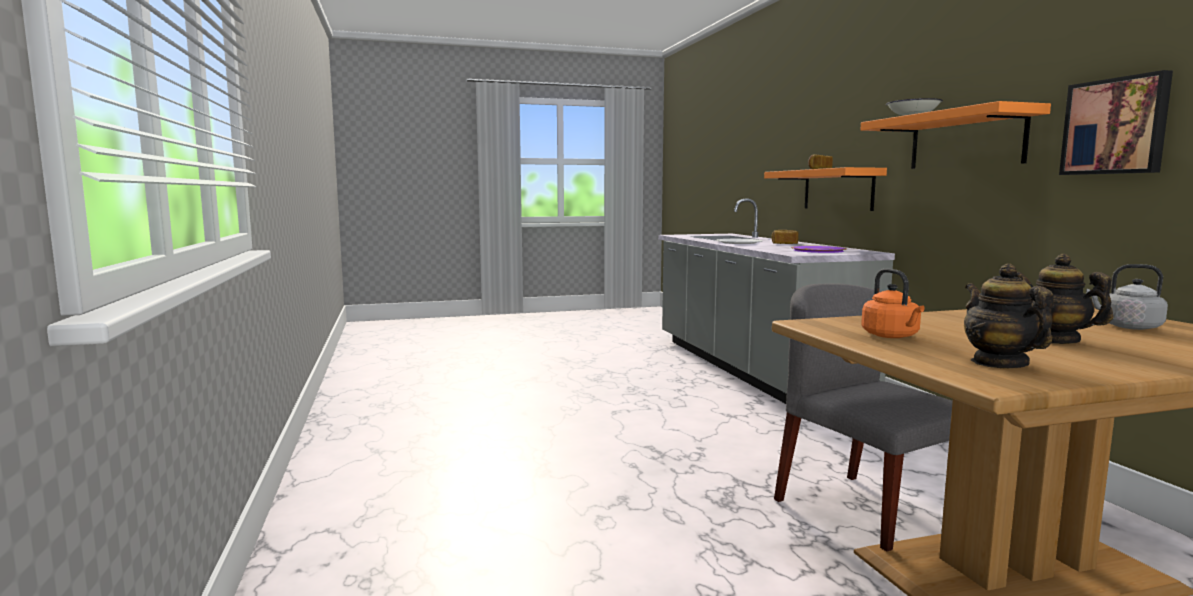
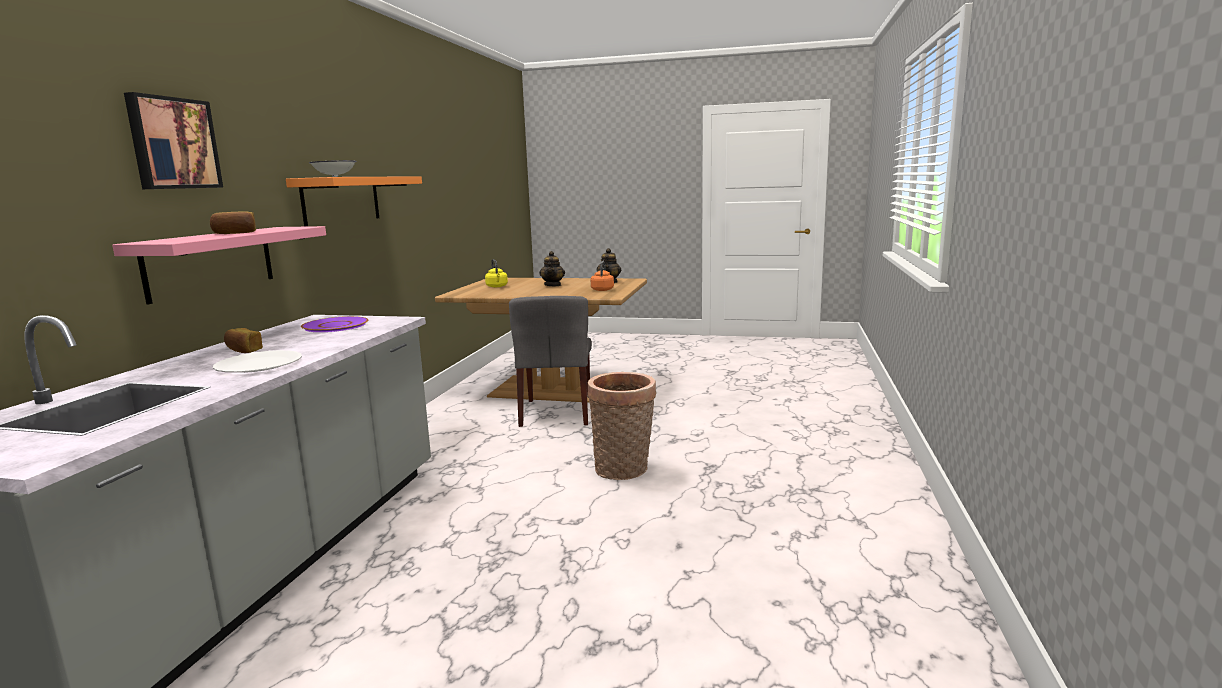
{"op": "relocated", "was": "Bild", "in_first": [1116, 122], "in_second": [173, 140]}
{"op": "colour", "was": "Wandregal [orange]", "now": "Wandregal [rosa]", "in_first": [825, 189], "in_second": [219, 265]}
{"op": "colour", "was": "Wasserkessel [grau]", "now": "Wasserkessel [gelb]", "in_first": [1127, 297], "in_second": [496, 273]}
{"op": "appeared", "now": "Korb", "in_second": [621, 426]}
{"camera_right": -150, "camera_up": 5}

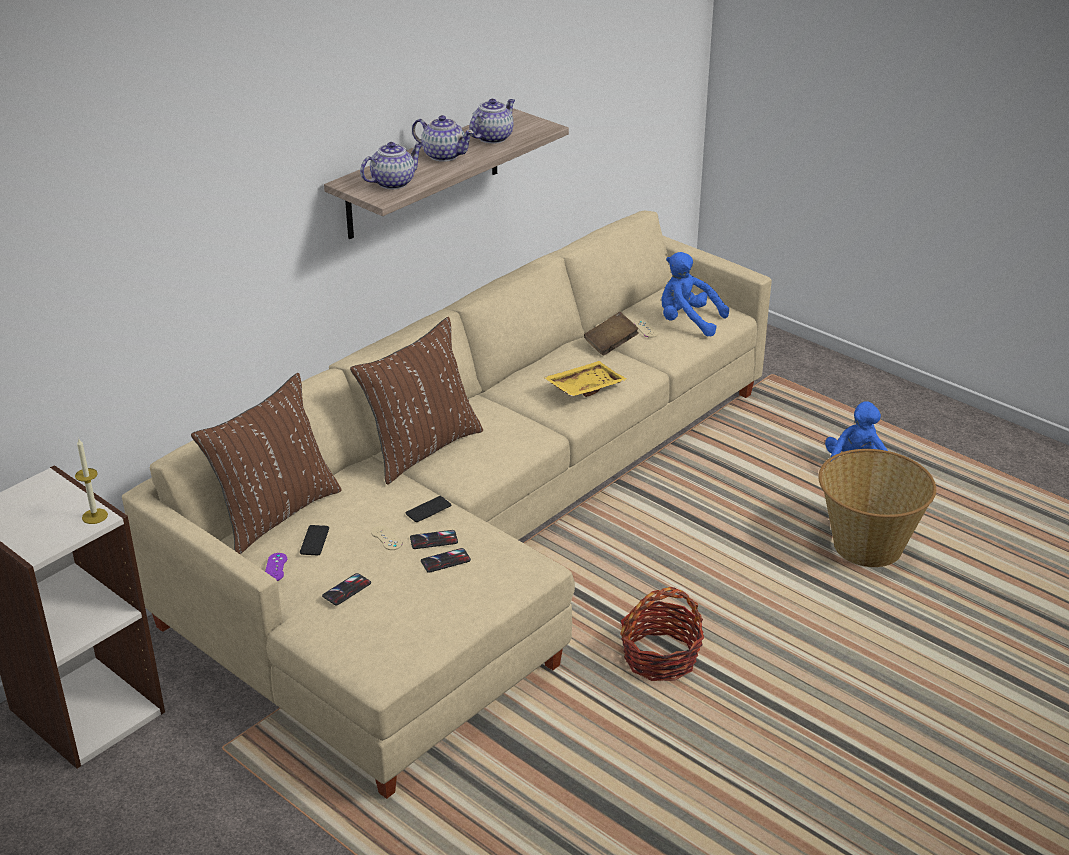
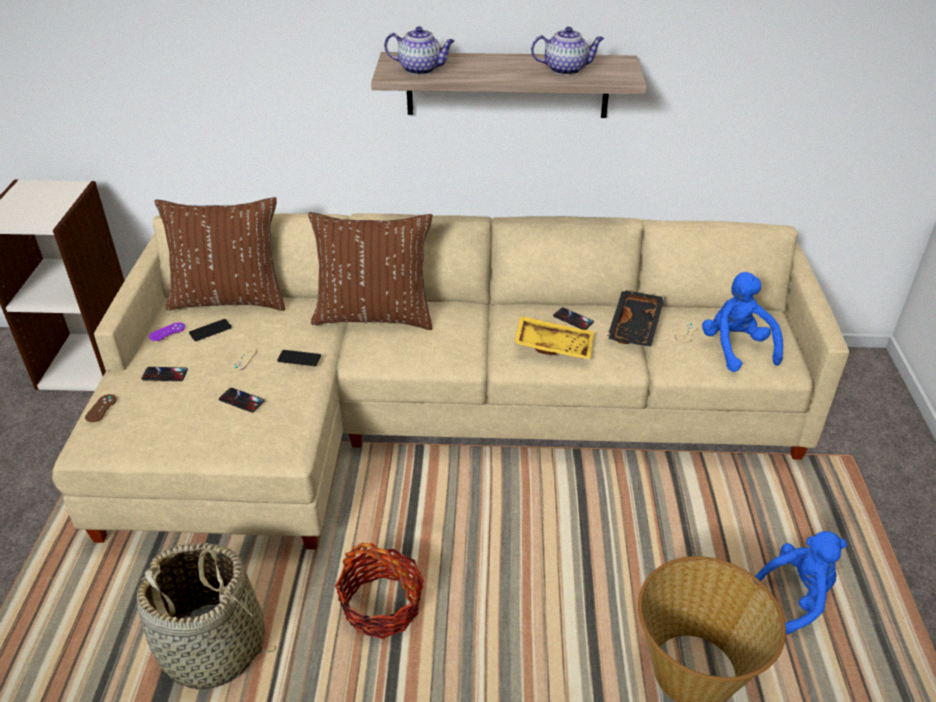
{"op": "missing", "was": "Teekanne", "in_first": [443, 138]}
{"op": "exchanged", "was": "Buch [braun]", "now": "Tablett [schwarz]", "in_first": [611, 334], "in_second": [636, 318]}
{"op": "missing", "was": "Kerze", "in_first": [91, 481]}
{"op": "relocated", "was": "Handy", "in_first": [434, 539], "in_second": [573, 319]}
{"op": "appeared", "now": "Gamepad [braun]", "in_second": [101, 408]}
{"op": "appeared", "now": "Korb", "in_second": [206, 616]}
{"camera_right": 50, "camera_up": 5}

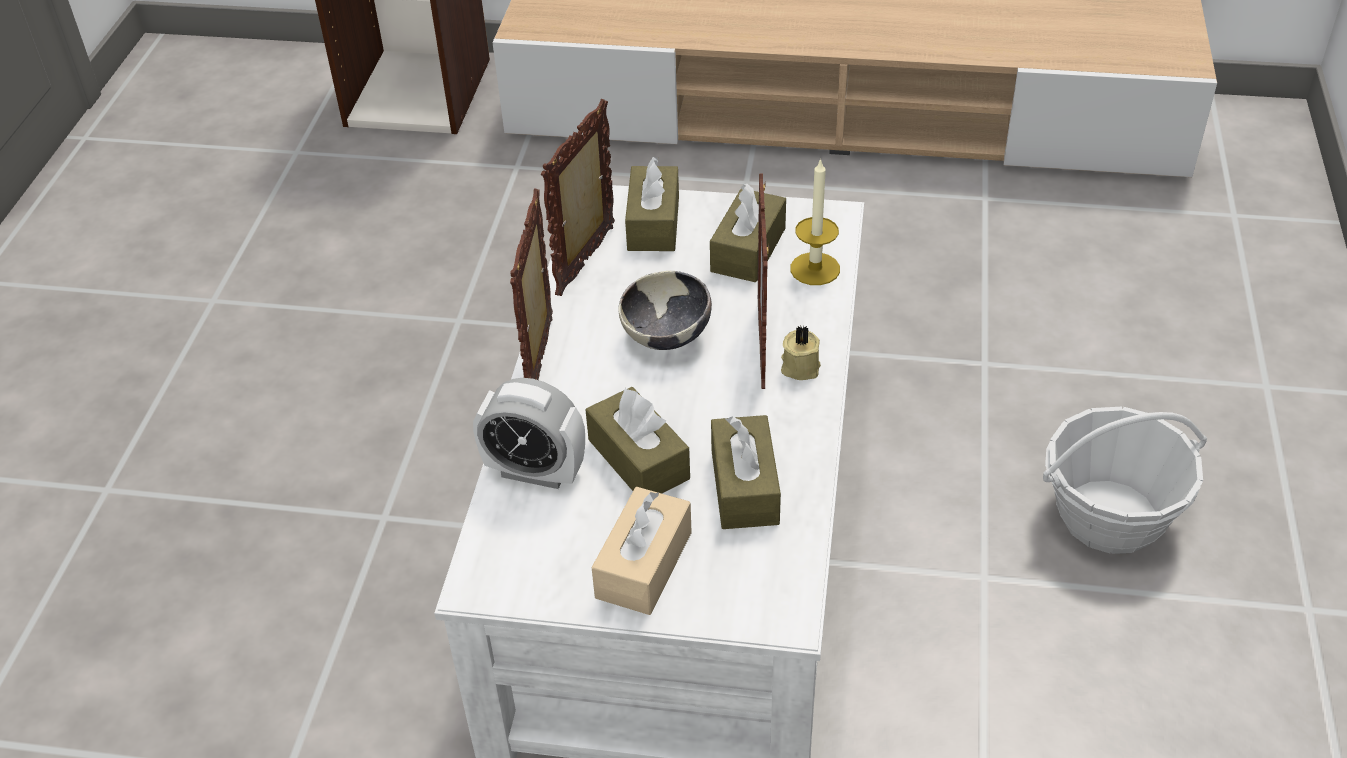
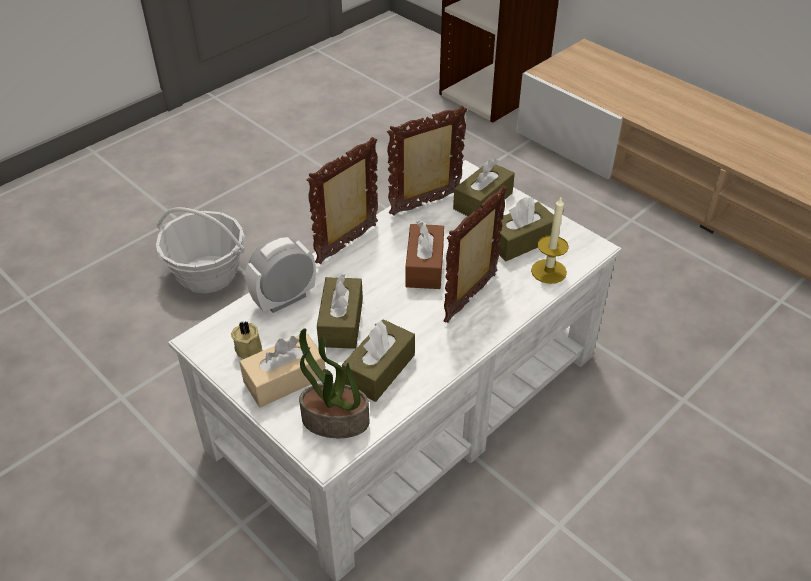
{"op": "exchanged", "was": "Schüssel", "now": "Taschentuchbox [braun]", "in_first": [665, 310], "in_second": [424, 255]}
{"op": "relocated", "was": "Kerze [beige]", "in_first": [801, 353], "in_second": [247, 340]}
{"op": "spun", "was": "Wecker", "in_first": [529, 433], "in_second": [280, 275], "clockwise": 90}
{"op": "relocated", "was": "Korb", "in_first": [1125, 480], "in_second": [200, 250]}
{"op": "appeared", "now": "Topfpflanze", "in_second": [334, 383]}
{"camera_right": 35, "camera_up": 0}

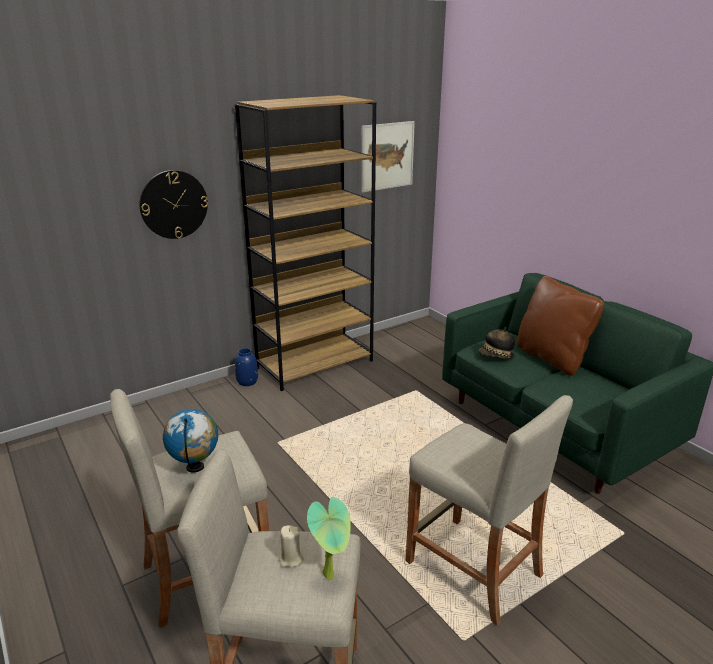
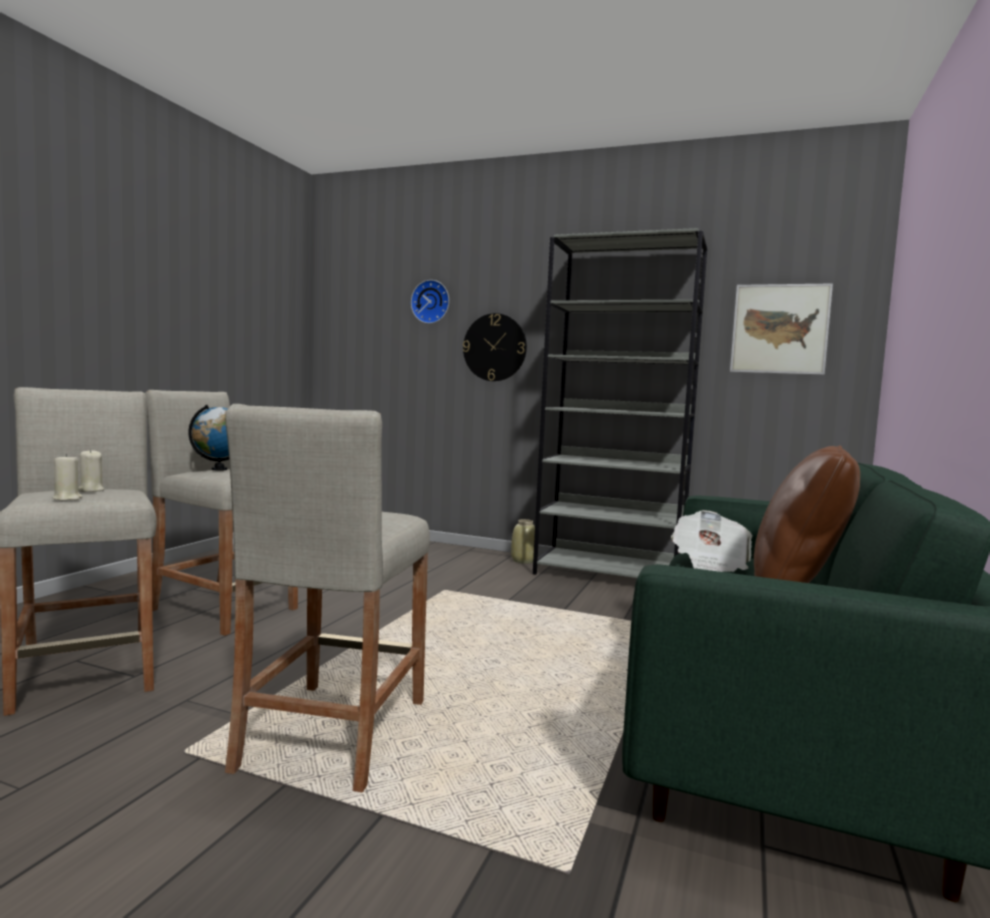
{"op": "colour", "was": "Bücherregal [braun]", "now": "Bücherregal [grau]", "in_first": [305, 243], "in_second": [620, 403]}
{"op": "exchanged", "was": "Hut", "now": "Zeitung", "in_first": [497, 343], "in_second": [711, 541]}
{"op": "colour", "was": "Vase [blau]", "now": "Vase [beige]", "in_first": [246, 367], "in_second": [523, 541]}
{"op": "exchanged", "was": "Topfpflanze", "now": "Kerze [beige]", "in_first": [329, 538], "in_second": [67, 477]}
{"op": "appeared", "now": "Wanduhr", "in_second": [430, 302]}
{"camera_right": 55, "camera_up": -20}

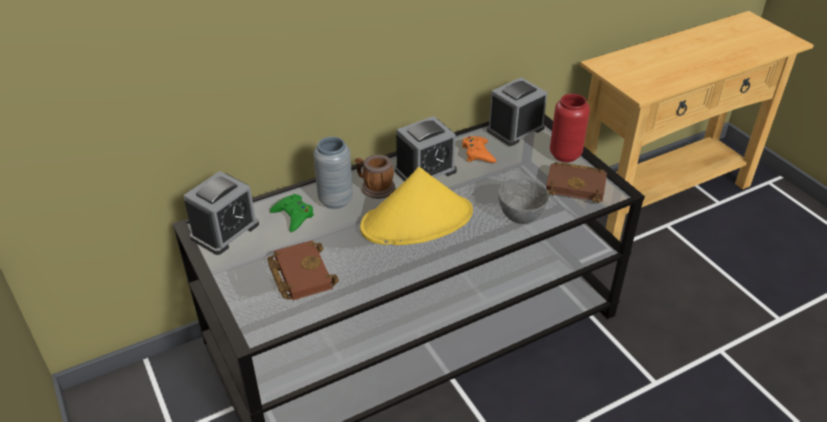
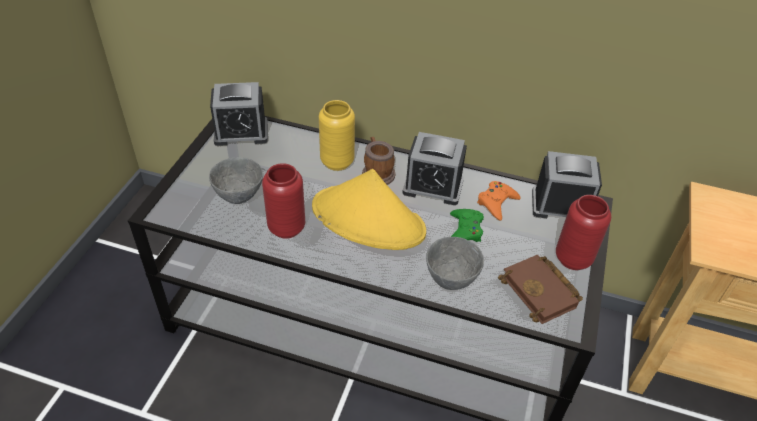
{"op": "colour", "was": "Vase [grau]", "now": "Vase [gelb]", "in_first": [333, 173], "in_second": [337, 135]}
{"op": "relocated", "was": "Gamepad [grün]", "in_first": [292, 213], "in_second": [467, 225]}
{"op": "exchanged", "was": "Buch [braun]", "now": "Schüssel [grau]", "in_first": [303, 270], "in_second": [236, 180]}
{"op": "appeared", "now": "Vase [rot]", "in_second": [283, 201]}
{"camera_right": 45, "camera_up": 5}

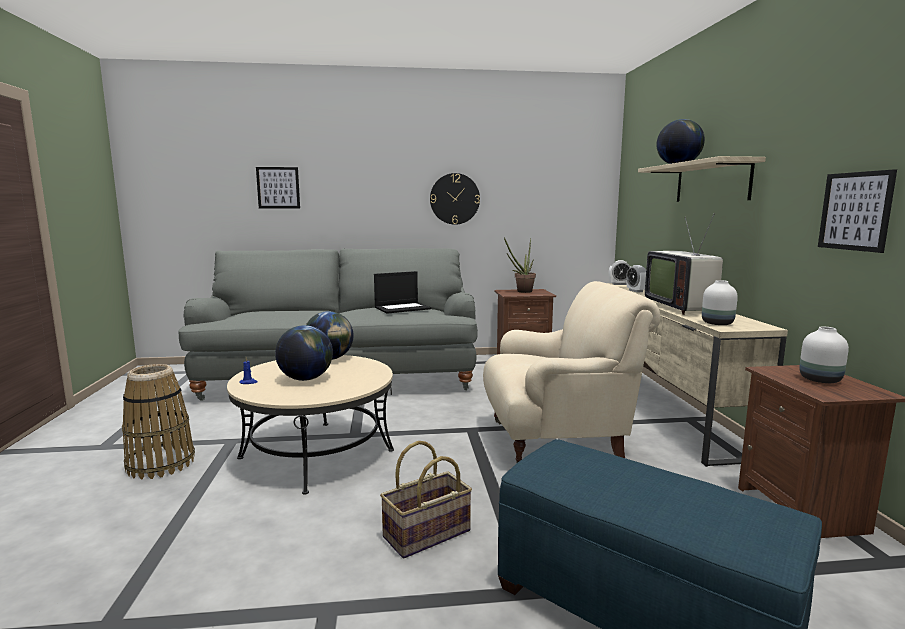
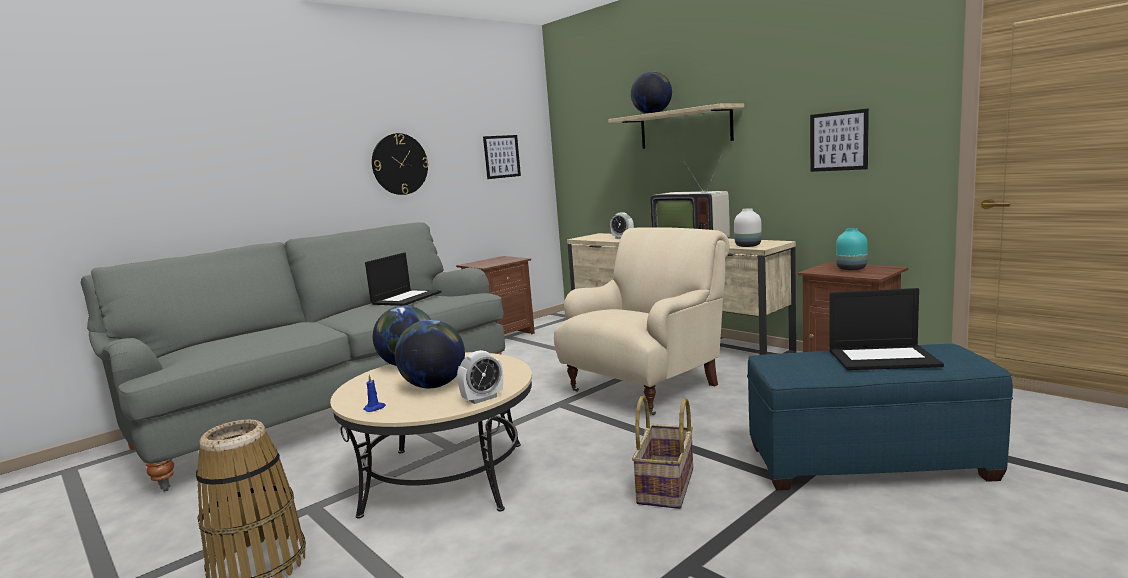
{"op": "relocated", "was": "Bild", "in_first": [278, 187], "in_second": [502, 157]}
{"op": "missing", "was": "Topfpflanze", "in_first": [520, 265]}
{"op": "relocated", "was": "Wecker", "in_first": [620, 272], "in_second": [480, 377]}
{"op": "colour", "was": "Vase [weiß]", "now": "Vase [türkis]", "in_first": [824, 355], "in_second": [852, 249]}
{"op": "appeared", "now": "Laptop", "in_second": [887, 329]}
{"camera_right": -35, "camera_up": 0}

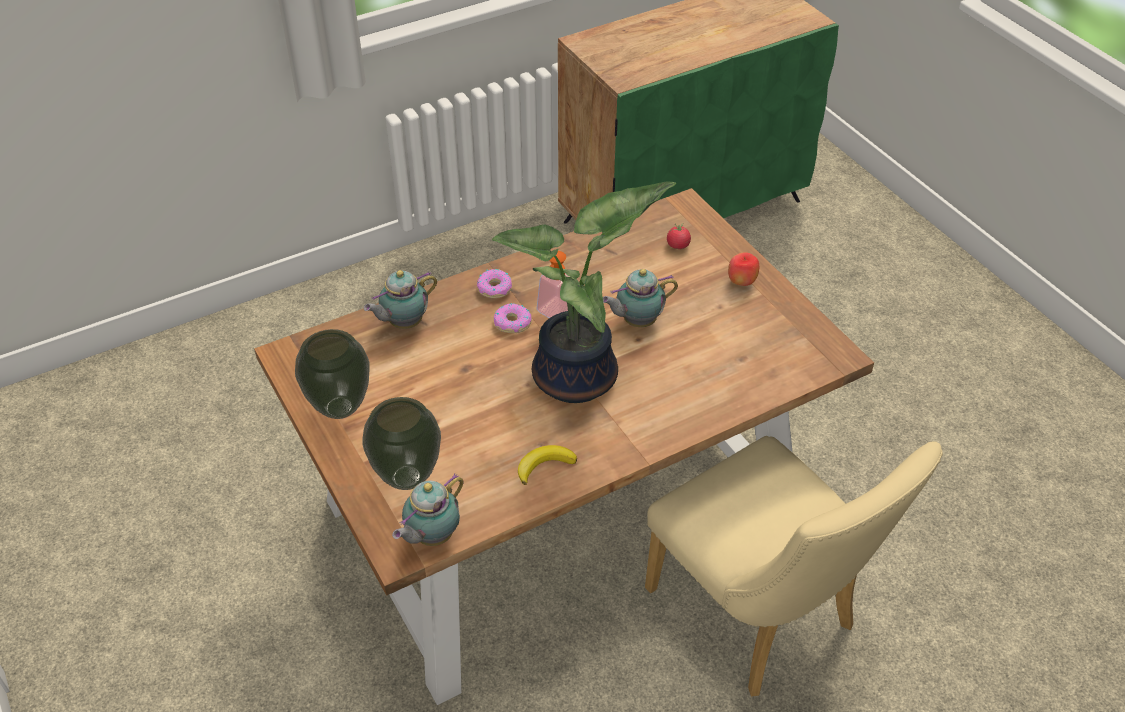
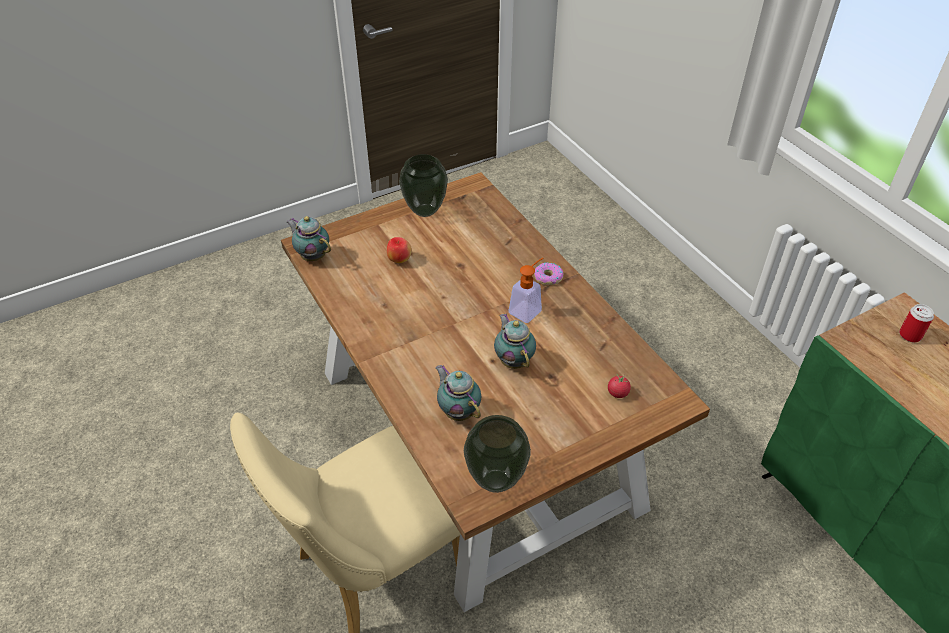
{"op": "missing", "was": "Topfpflanze", "in_first": [584, 292]}
{"op": "relocated", "was": "Apfel", "in_first": [743, 269], "in_second": [399, 250]}
{"op": "relocated", "was": "Teekanne", "in_first": [400, 299], "in_second": [458, 393]}
{"op": "missing", "was": "Donut", "in_first": [513, 318]}
{"op": "relocated", "was": "Vase", "in_first": [401, 443], "in_second": [497, 454]}
{"op": "missing", "was": "Banane", "in_first": [547, 465]}
{"op": "appeared", "now": "Dose", "in_second": [916, 323]}
{"camera_right": 90, "camera_up": 0}

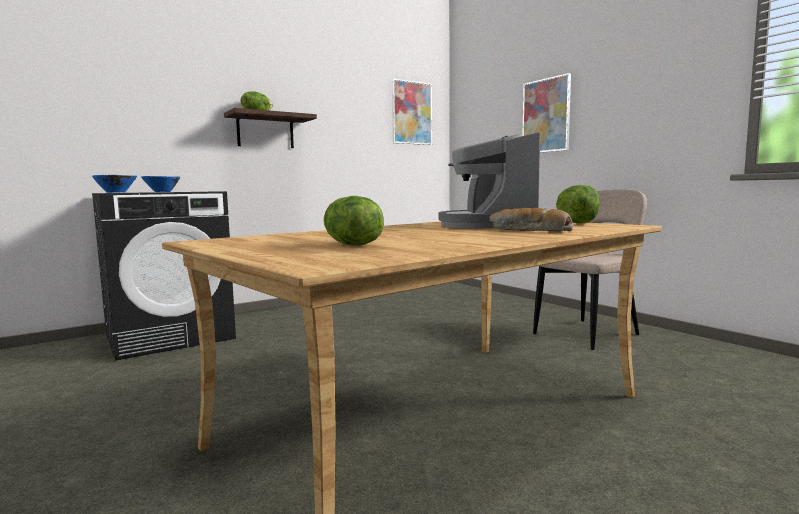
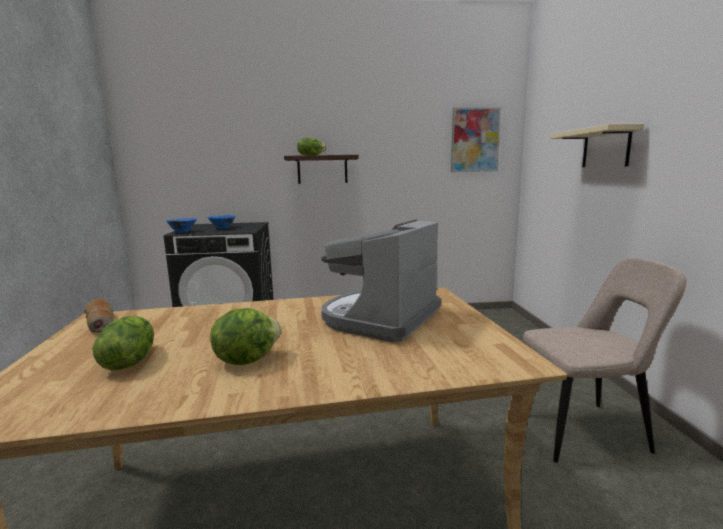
{"op": "exchanged", "was": "Bild", "now": "Wandregal [beige]", "in_first": [547, 113], "in_second": [597, 145]}
{"op": "relocated", "was": "Salatkopf", "in_first": [578, 204], "in_second": [246, 336]}
{"op": "relocated", "was": "Brot", "in_first": [531, 219], "in_second": [99, 316]}
{"camera_right": 30, "camera_up": 5}

